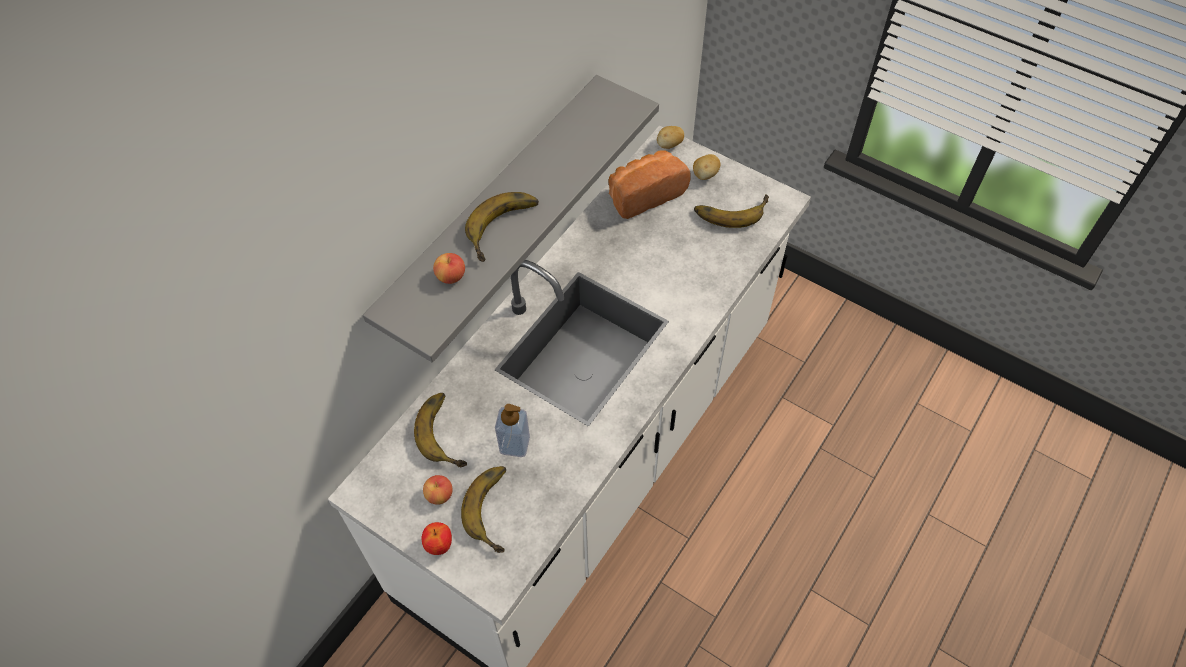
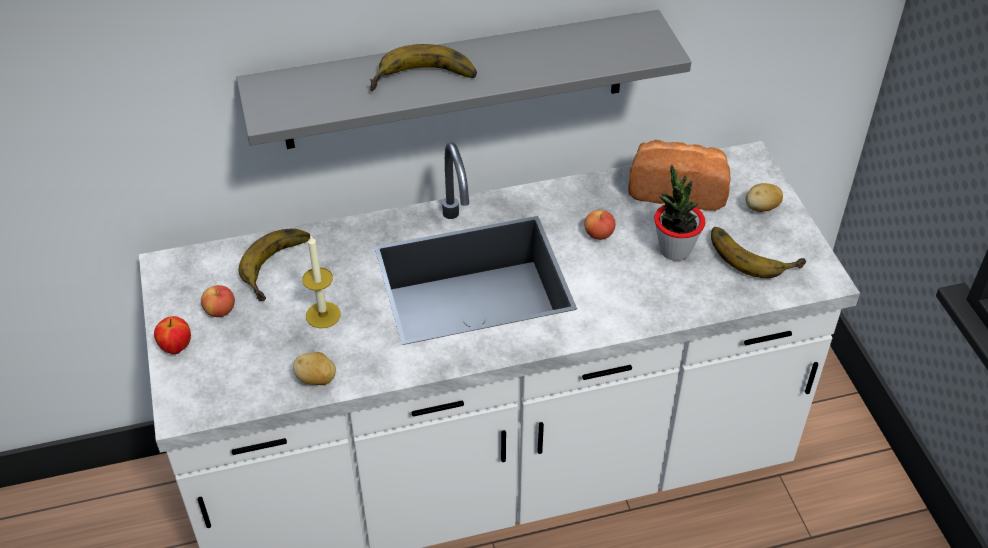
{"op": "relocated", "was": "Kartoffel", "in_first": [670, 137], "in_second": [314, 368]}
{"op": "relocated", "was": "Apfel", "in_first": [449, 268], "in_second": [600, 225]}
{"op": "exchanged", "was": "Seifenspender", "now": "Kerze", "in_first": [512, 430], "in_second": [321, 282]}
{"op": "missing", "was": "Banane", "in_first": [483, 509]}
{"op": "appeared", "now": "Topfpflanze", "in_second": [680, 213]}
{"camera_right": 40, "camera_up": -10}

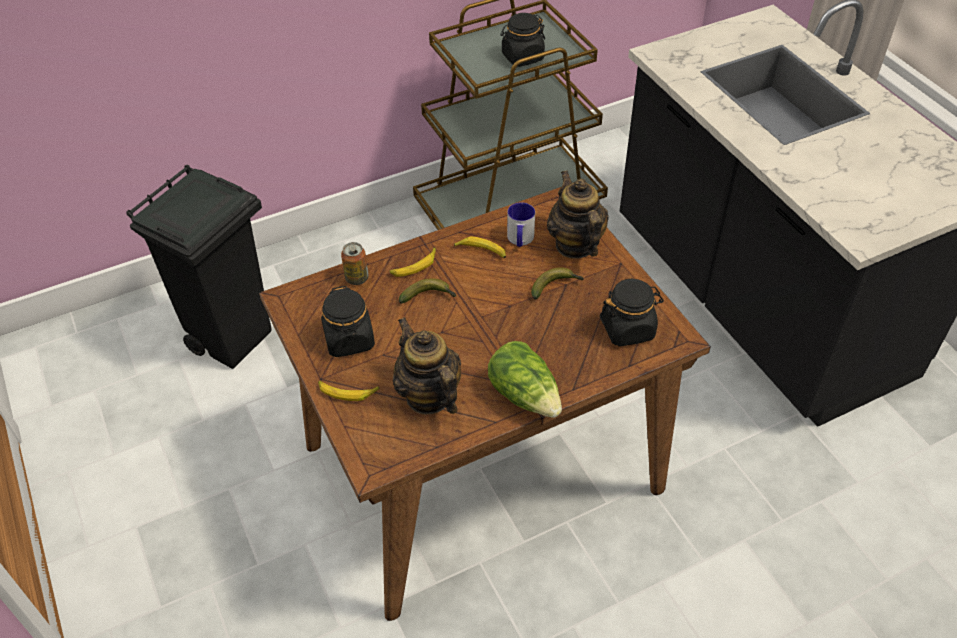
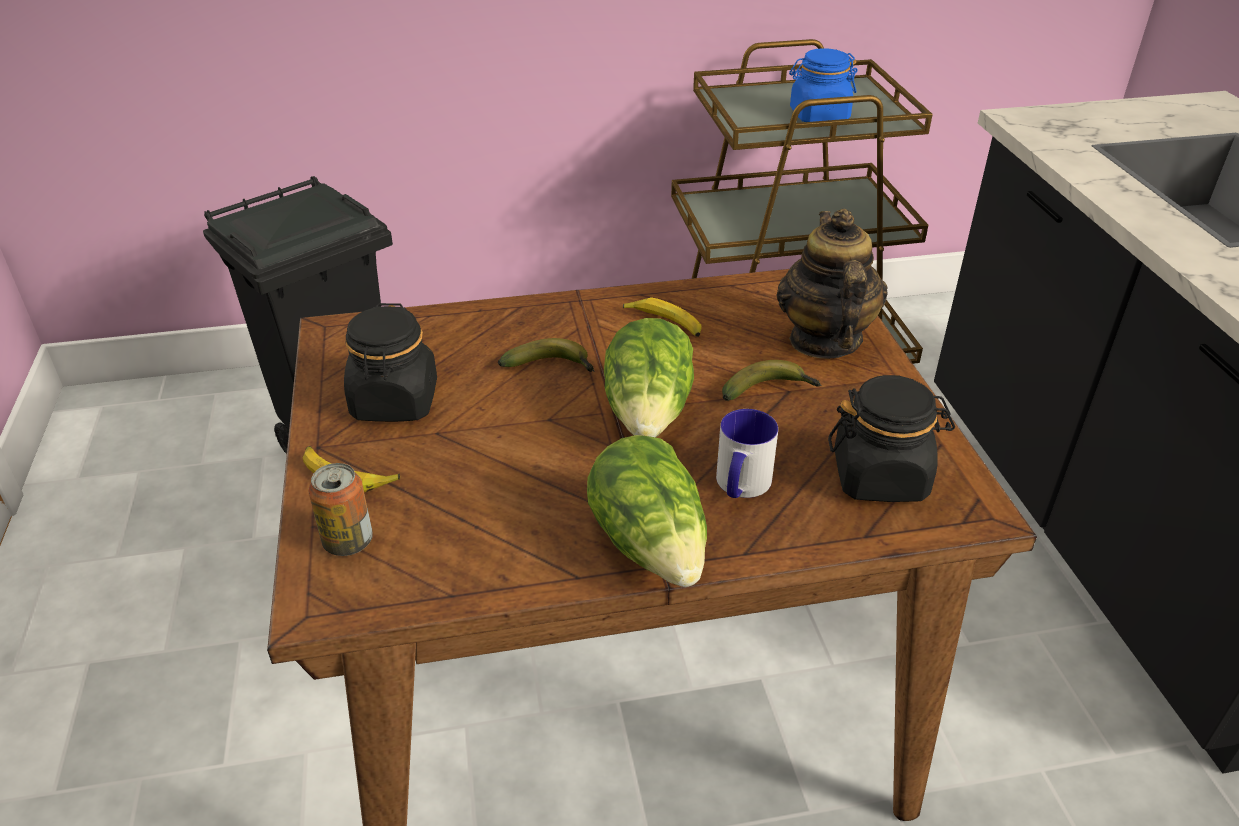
{"op": "colour", "was": "Vorratsglas [schwarz]", "now": "Vorratsglas [blau]", "in_first": [522, 40], "in_second": [823, 85]}
{"op": "relocated", "was": "Henkelbecher", "in_first": [521, 224], "in_second": [747, 453]}
{"op": "relocated", "was": "Dose", "in_first": [355, 263], "in_second": [341, 509]}
{"op": "missing", "was": "Banane", "in_first": [413, 262]}
{"op": "missing", "was": "Teekanne", "in_first": [427, 366]}
{"op": "appeared", "now": "Salatkopf", "in_second": [649, 378]}
{"camera_right": 15, "camera_up": -10}

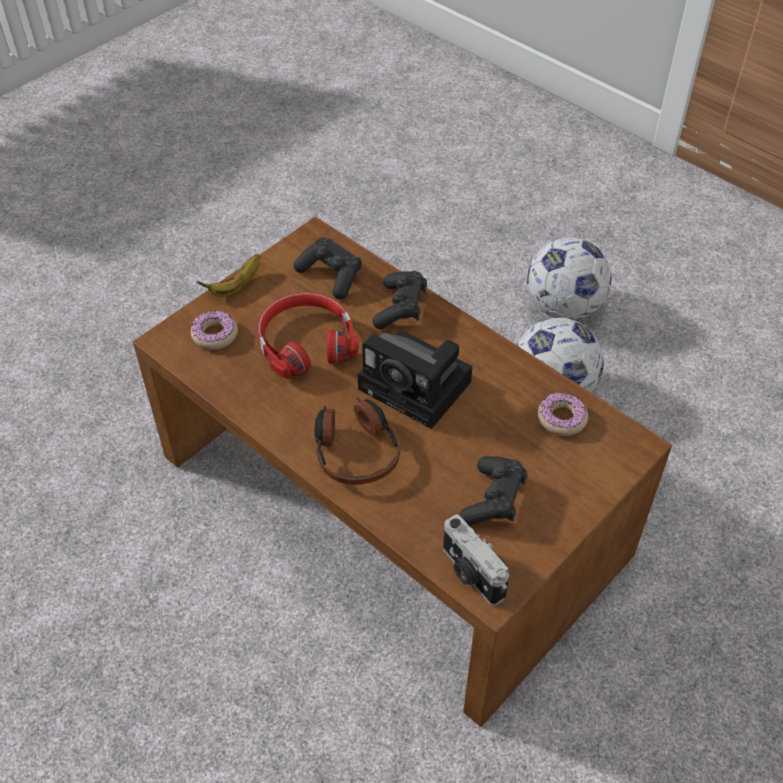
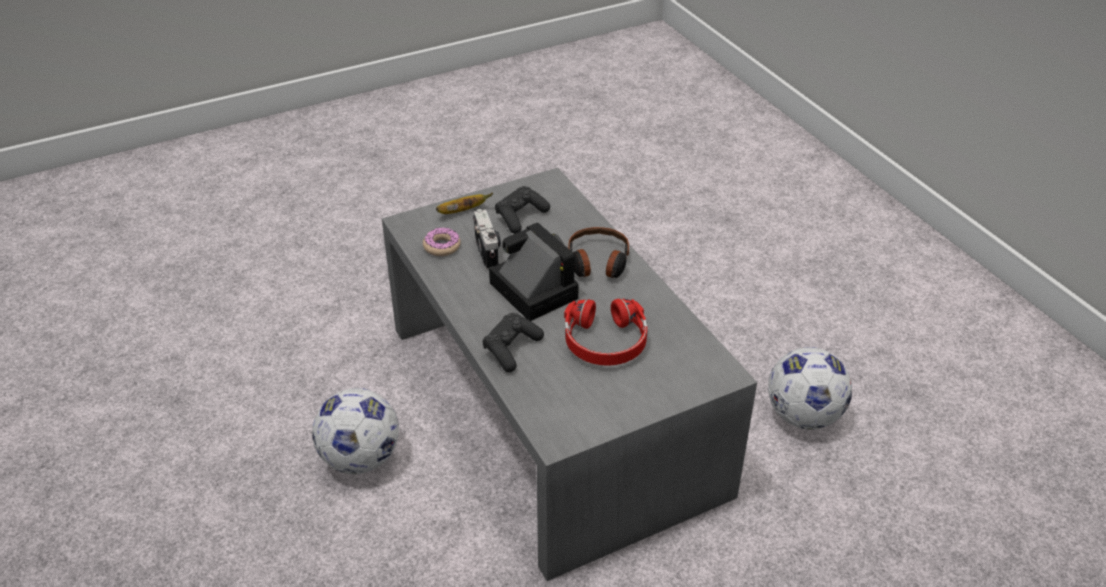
{"op": "colour", "was": "Couchtisch [braun]", "now": "Couchtisch [grau]", "in_first": [402, 472], "in_second": [569, 374]}
{"op": "relocated", "was": "Fußball", "in_first": [569, 278], "in_second": [810, 388]}
{"op": "missing", "was": "Gamepad [schwarz]", "in_first": [327, 269]}
{"op": "relocated", "was": "Banane", "in_first": [228, 275], "in_second": [464, 203]}
{"op": "missing", "was": "Donut", "in_first": [214, 330]}
{"op": "relocated", "was": "Kamera", "in_first": [476, 560], "in_second": [487, 240]}
{"camera_right": -160, "camera_up": -10}

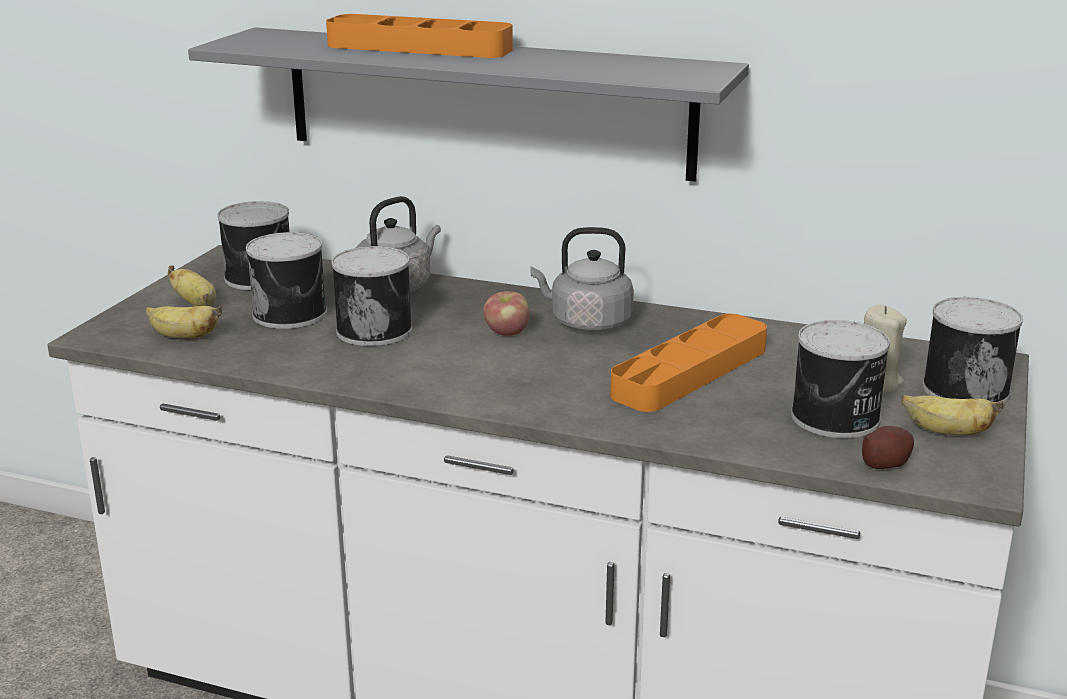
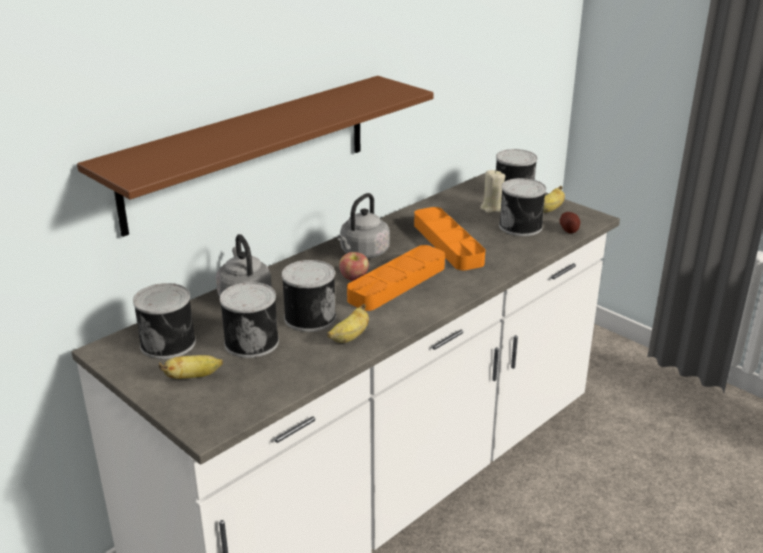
{"op": "relocated", "was": "Tablett [orange]", "in_first": [419, 36], "in_second": [396, 278]}
{"op": "colour", "was": "Wandregal [grau]", "now": "Wandregal [braun]", "in_first": [468, 104], "in_second": [255, 156]}
{"op": "relocated", "was": "Banane", "in_first": [184, 322], "in_second": [348, 323]}
{"camera_right": -65, "camera_up": 5}

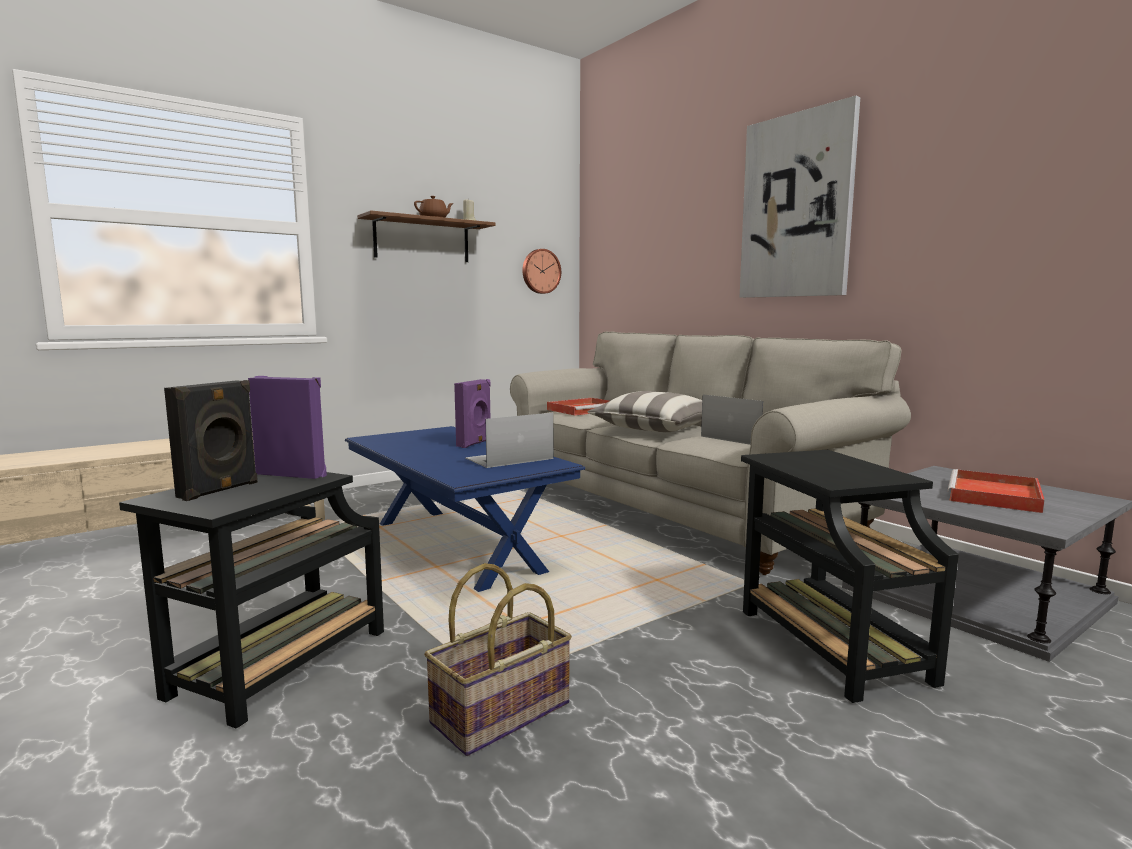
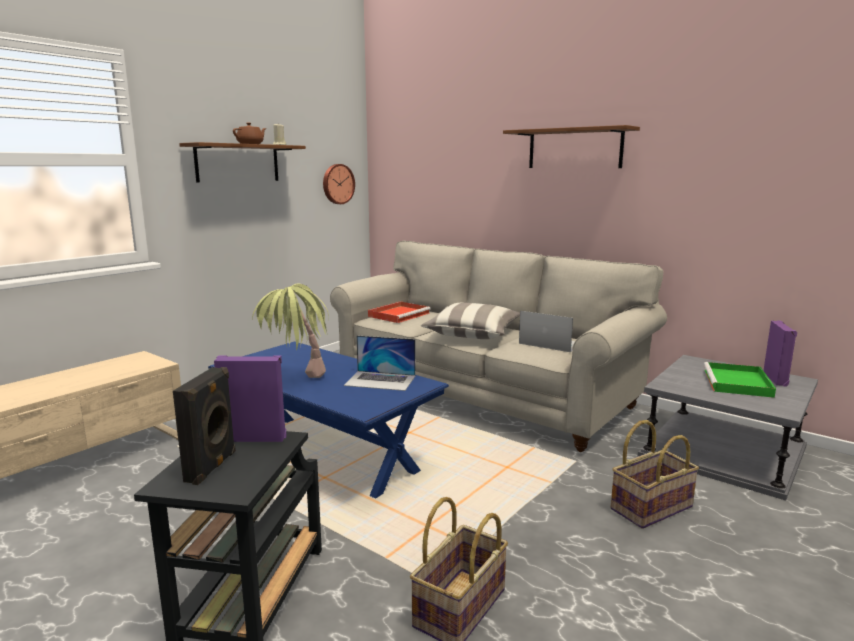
{"op": "exchanged", "was": "Bild", "now": "Wandregal [braun]", "in_first": [800, 197], "in_second": [571, 146]}
{"op": "relocated", "was": "Lautsprecher [lila]", "in_first": [472, 413], "in_second": [780, 353]}
{"op": "spun", "was": "Laptop", "in_first": [509, 440], "in_second": [380, 363], "clockwise": -120}
{"op": "exchanged", "was": "Beistelltisch [schwarz]", "now": "Korb", "in_first": [850, 576], "in_second": [655, 474]}
{"op": "colour", "was": "Tablett [rot]", "now": "Tablett [grün]", "in_first": [996, 491], "in_second": [740, 380]}
{"op": "appeared", "now": "Topfpflanze", "in_second": [290, 330]}
{"camera_right": -15, "camera_up": 5}

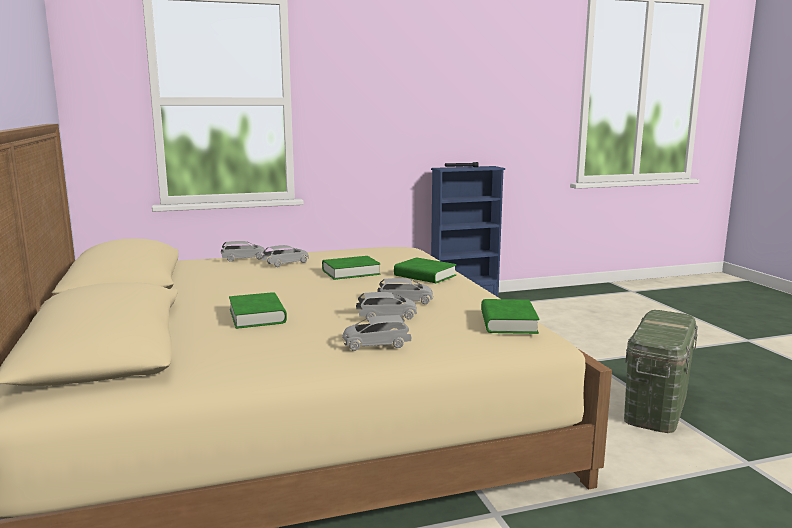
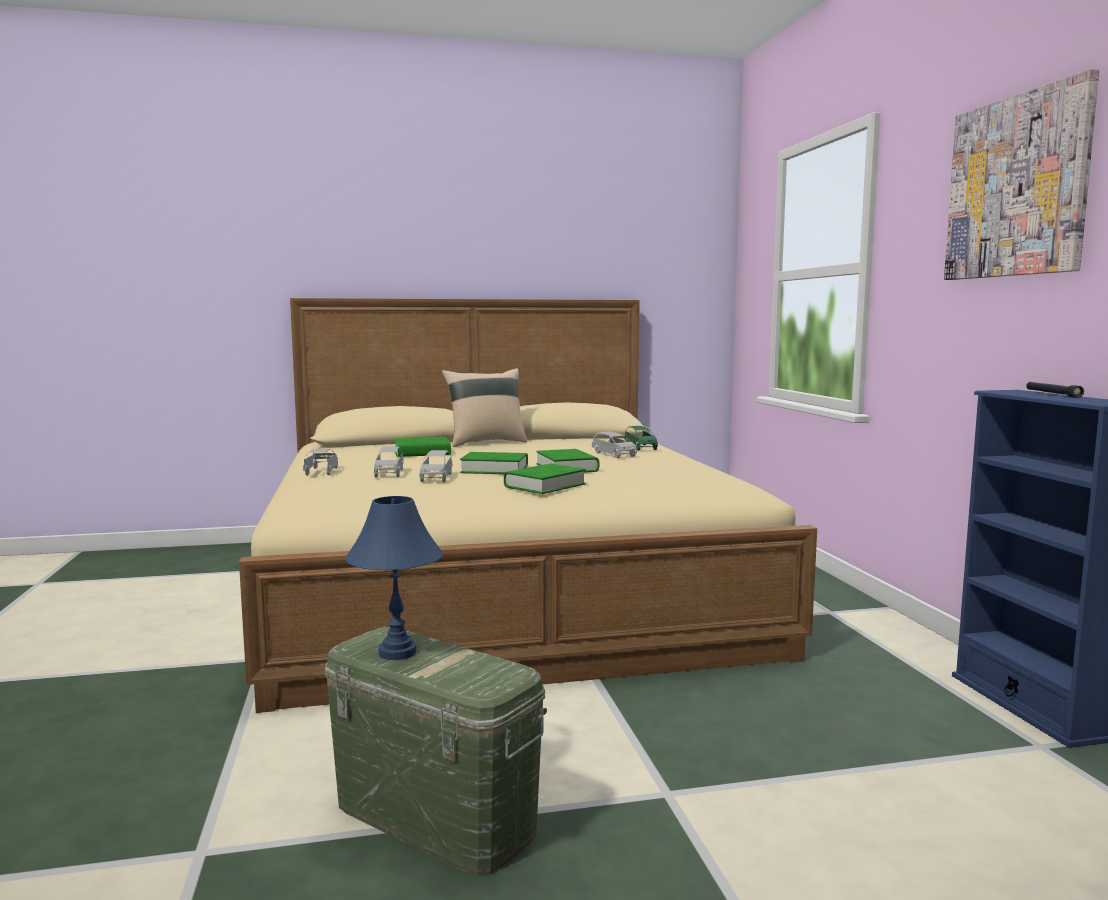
{"op": "colour", "was": "Spielzeugauto [grau]", "now": "Spielzeugauto [grün]", "in_first": [243, 251], "in_second": [641, 438]}
{"op": "relocated", "was": "Buch [grün]", "in_first": [510, 316], "in_second": [494, 463]}
{"op": "appeared", "now": "Bild", "in_second": [1021, 174]}
{"op": "appeared", "now": "Kissen [beige]", "in_second": [484, 407]}
{"op": "appeared", "now": "Tischlampe [blau]", "in_second": [394, 578]}
{"camera_right": 95, "camera_up": -5}

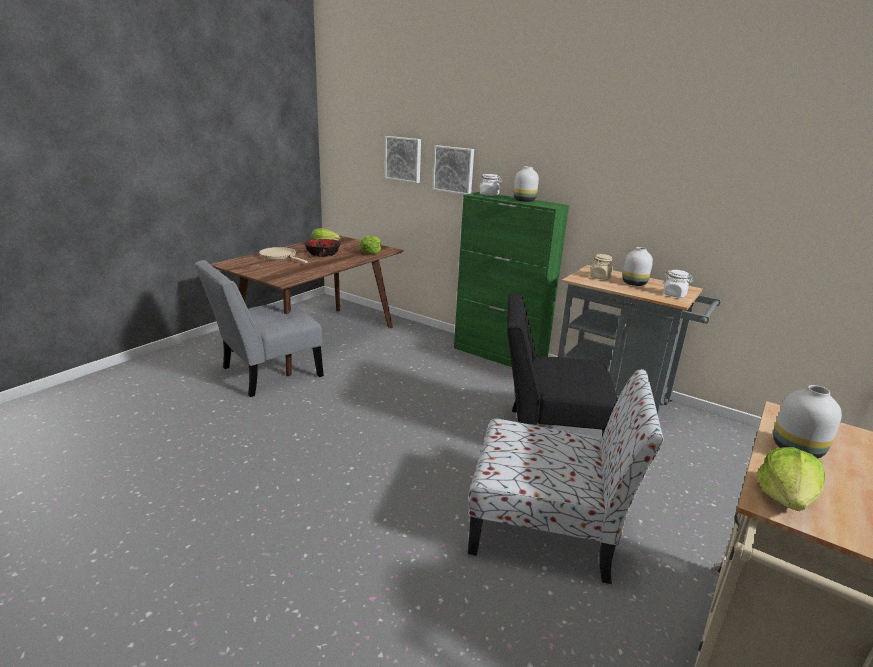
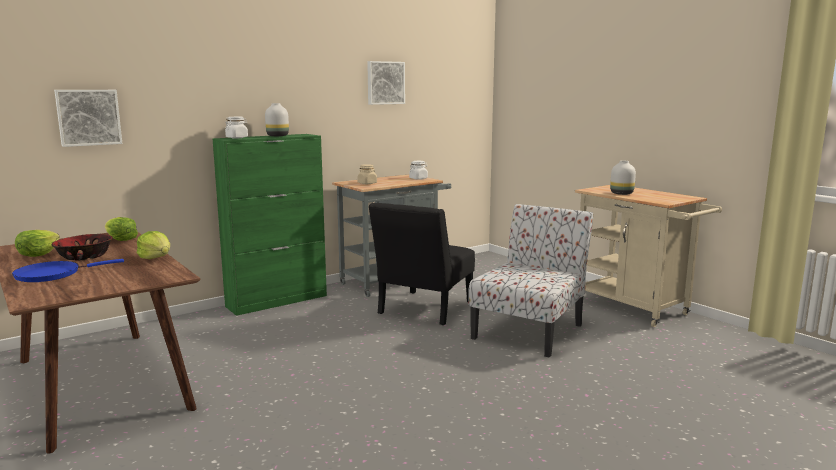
{"op": "relocated", "was": "Bild", "in_first": [453, 170], "in_second": [386, 83]}
{"op": "colour", "was": "Pfanne [beige]", "now": "Pfanne [blau]", "in_first": [283, 255], "in_second": [68, 270]}
{"op": "missing", "was": "Vase [weiß]", "in_first": [637, 266]}
{"op": "missing", "was": "Stuhl [grau]", "in_first": [259, 328]}
{"op": "relocated", "was": "Salatkopf", "in_first": [791, 479], "in_second": [153, 245]}
{"camera_right": -70, "camera_up": -10}

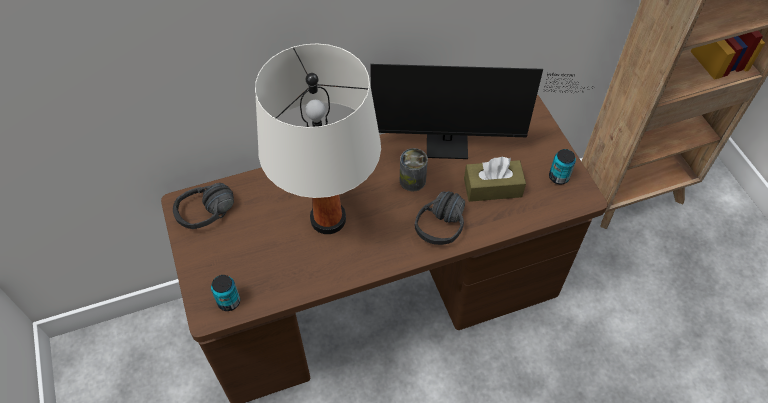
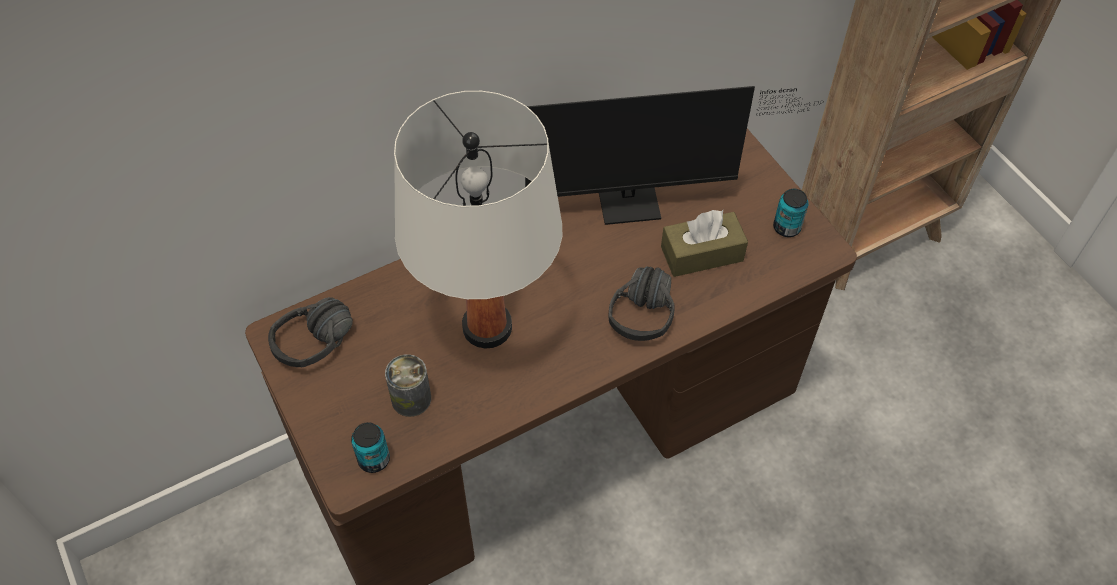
{"op": "relocated", "was": "Dose", "in_first": [414, 170], "in_second": [408, 385]}
{"camera_right": -10, "camera_up": 0}

